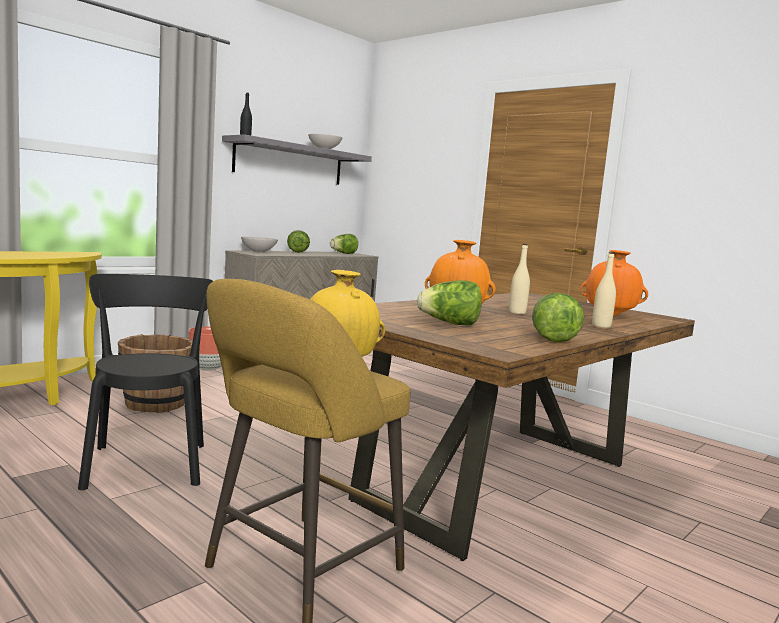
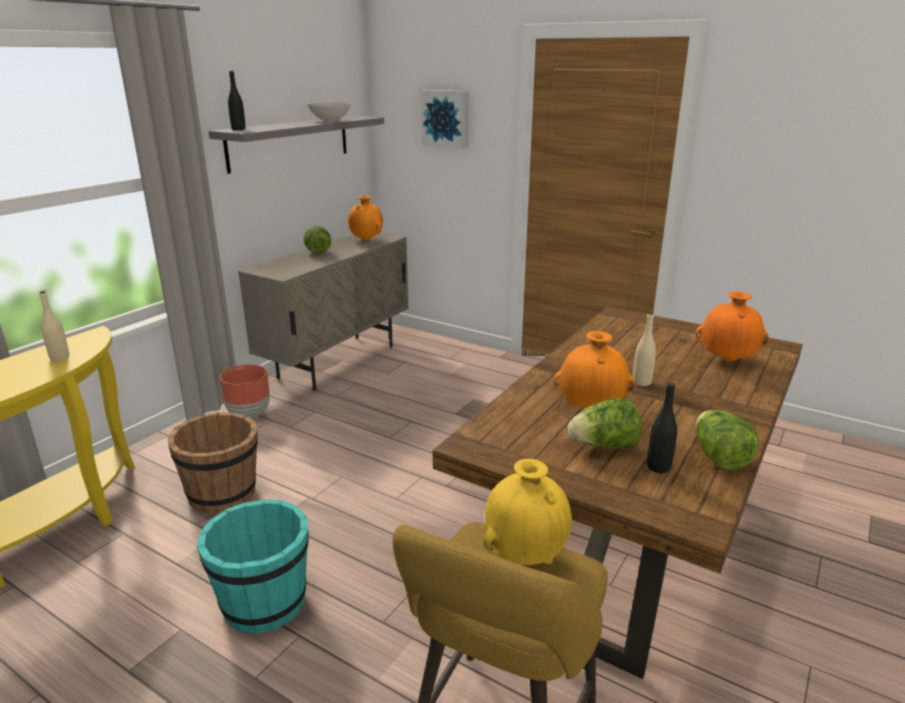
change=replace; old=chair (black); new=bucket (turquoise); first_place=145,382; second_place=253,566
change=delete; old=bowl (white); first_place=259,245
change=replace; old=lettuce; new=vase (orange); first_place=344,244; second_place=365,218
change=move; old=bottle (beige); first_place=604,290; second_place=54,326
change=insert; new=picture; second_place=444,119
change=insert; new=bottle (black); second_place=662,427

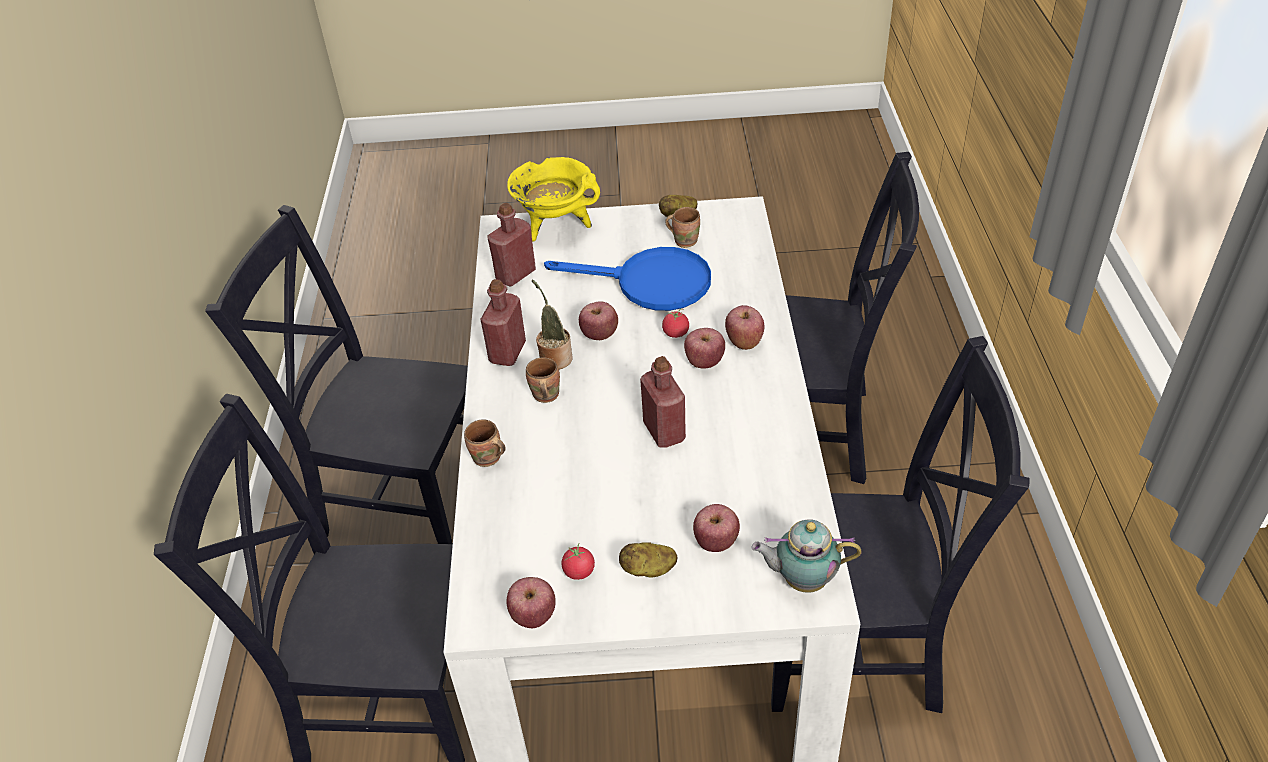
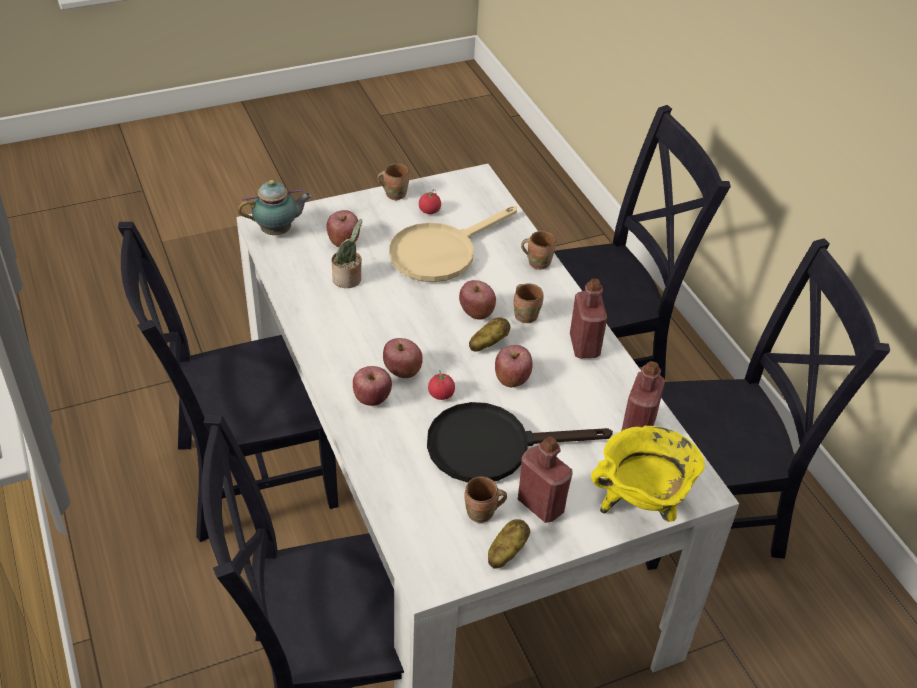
change=move; old=apple; first_place=530,602; second_place=477,300
change=move; old=potted plant; first_place=552,325; second_place=347,253
change=recolor; old=frying pan (blue); new=frying pan (black); first_place=627,279; second_place=520,442
change=move; old=potato; first_place=648,560; second_place=489,334
change=move; old=bottle (red); first_place=663,402; second_place=545,480
change=insert; new=mug (brown); second_place=393,181
change=insert; new=frying pan (beige); second_place=453,244

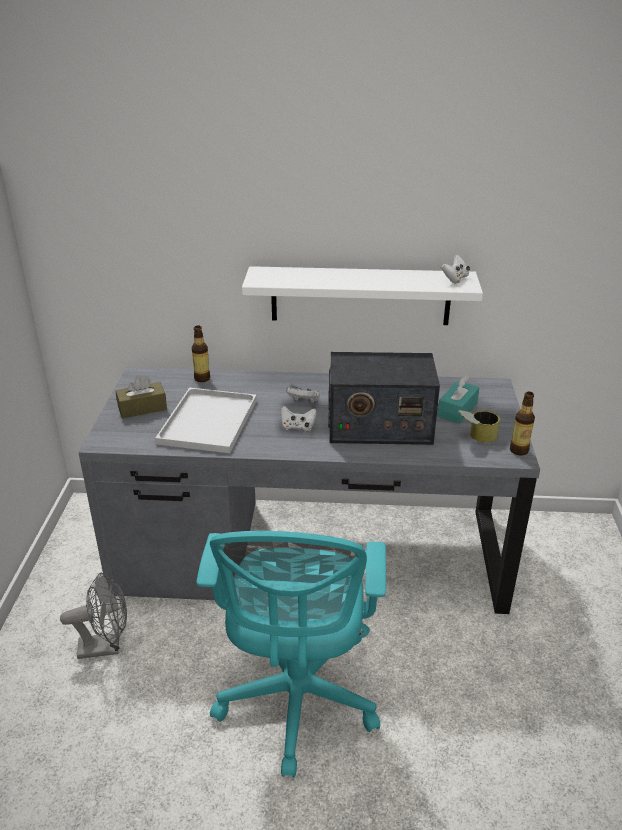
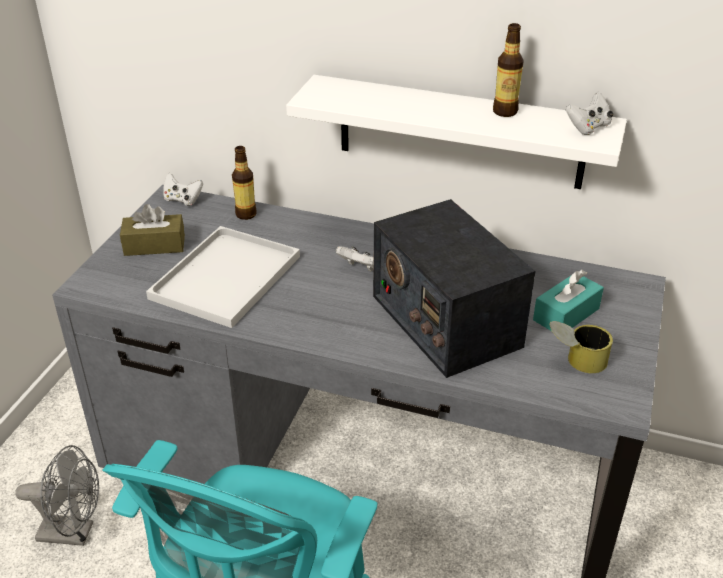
change=move; old=game controller (white); first_place=298,419; second_place=183,189
change=rotate; old=radio; first_place=384,398; second_place=454,288; degrees=45
change=move; old=bottle; first_place=522,424; second_place=508,70

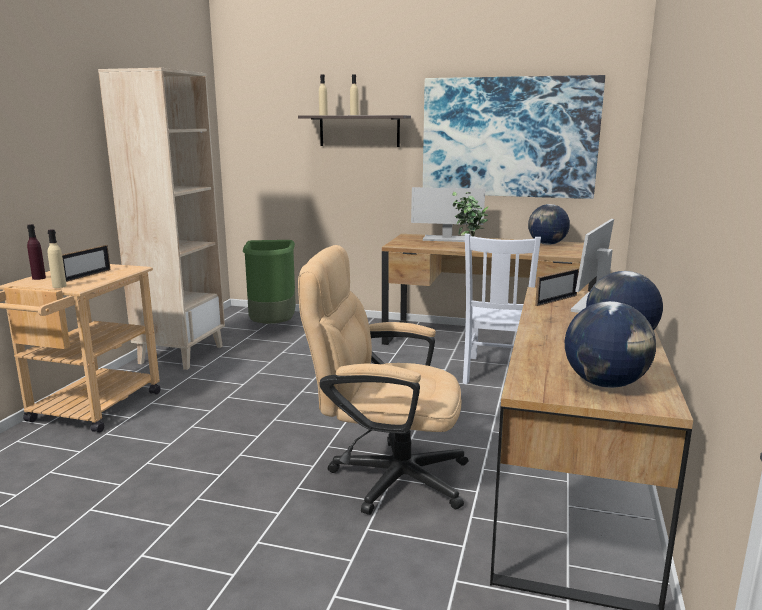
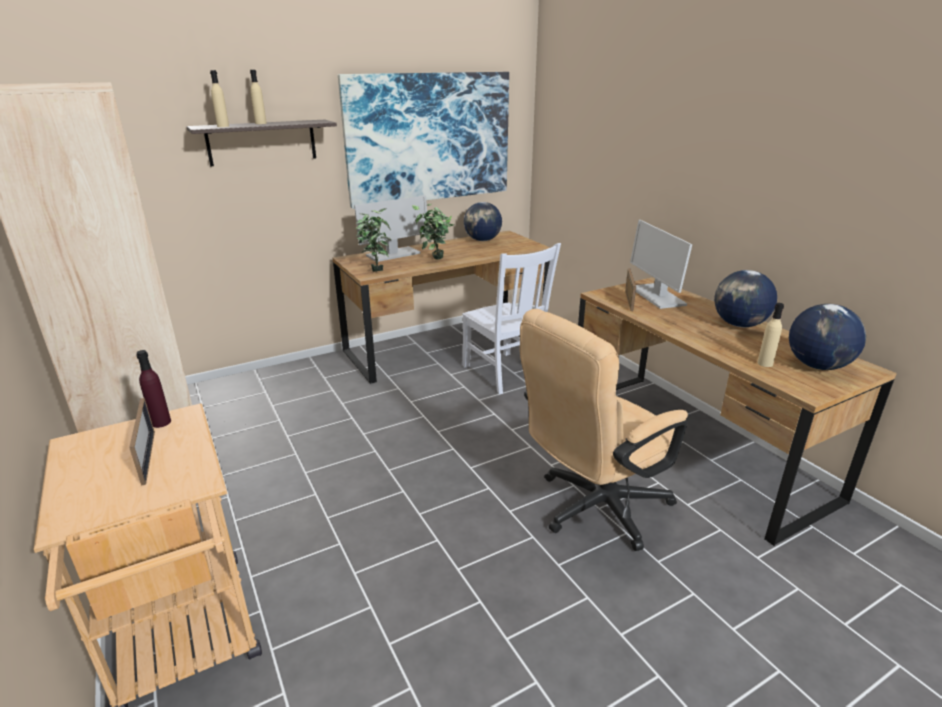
change=move; old=bottle (purple); first_place=36,252; second_place=153,389
change=move; old=bottle (beige); first_place=57,258; second_place=770,335
change=delete; old=trash can (green); first_place=269,282
change=insert; new=potted plant; second_place=373,240

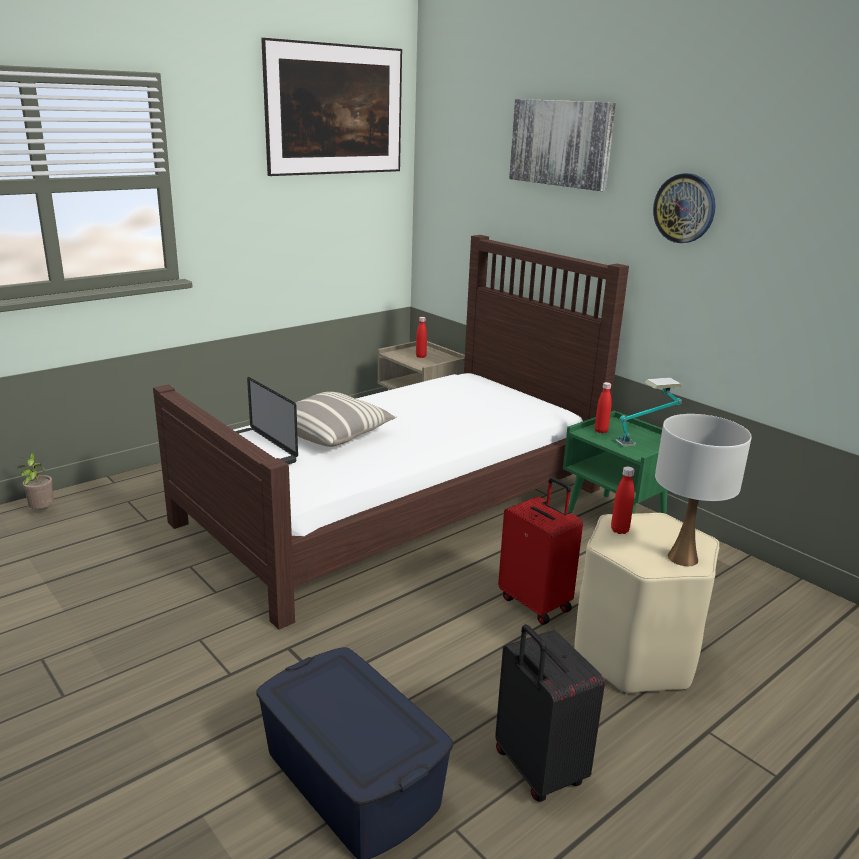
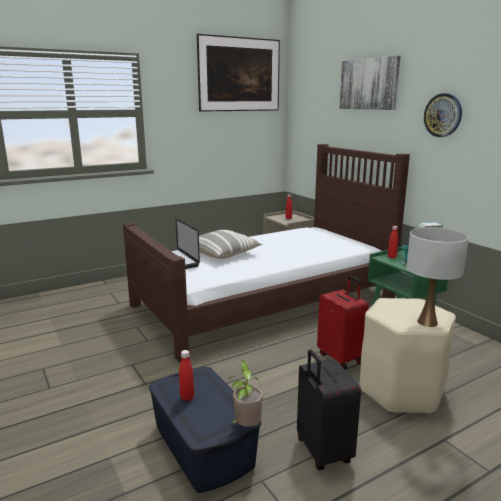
change=move; old=potted plant; first_place=35,480; second_place=245,393
change=move; old=bottle (red); first_place=623,500; second_place=186,375

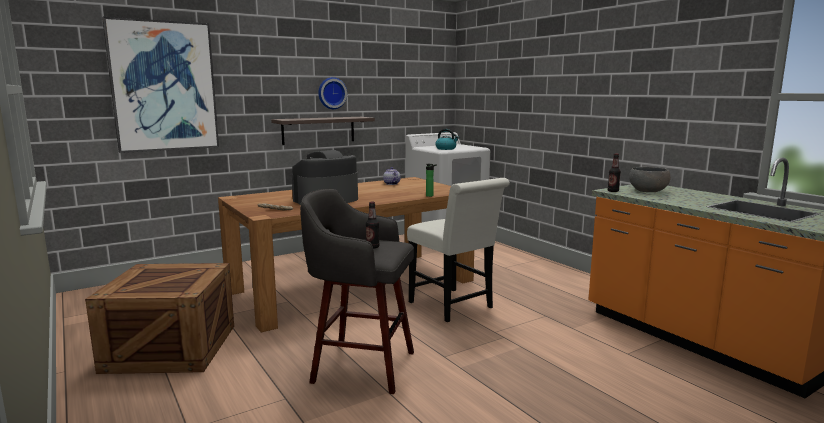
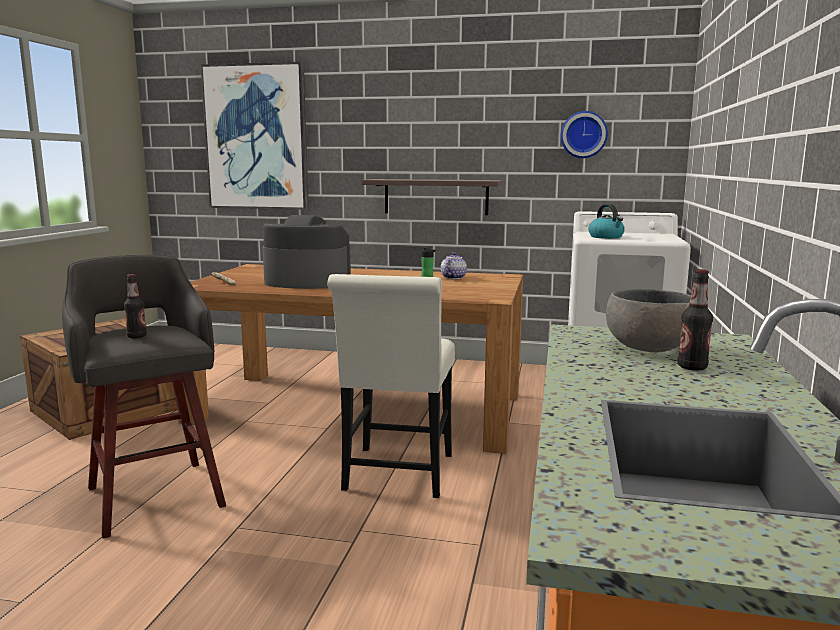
change=move; old=wall clock; first_place=332,93; second_place=584,134
change=move; old=bottle; first_place=614,172; second_place=695,320

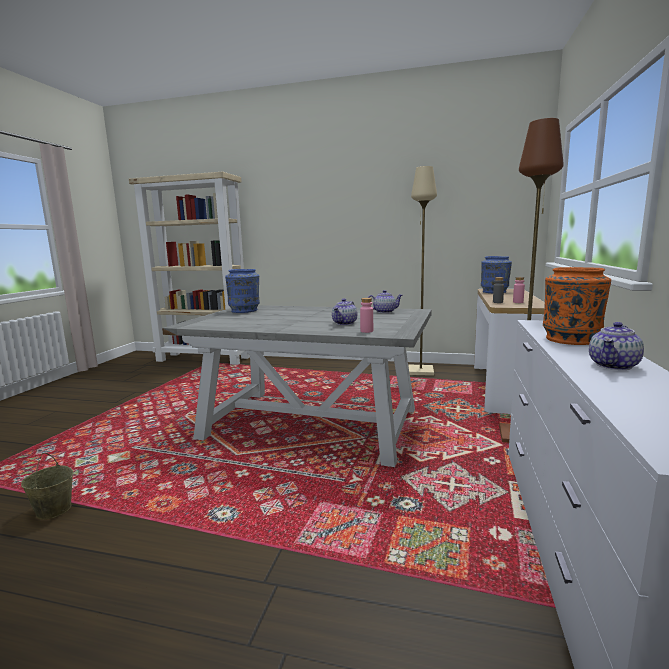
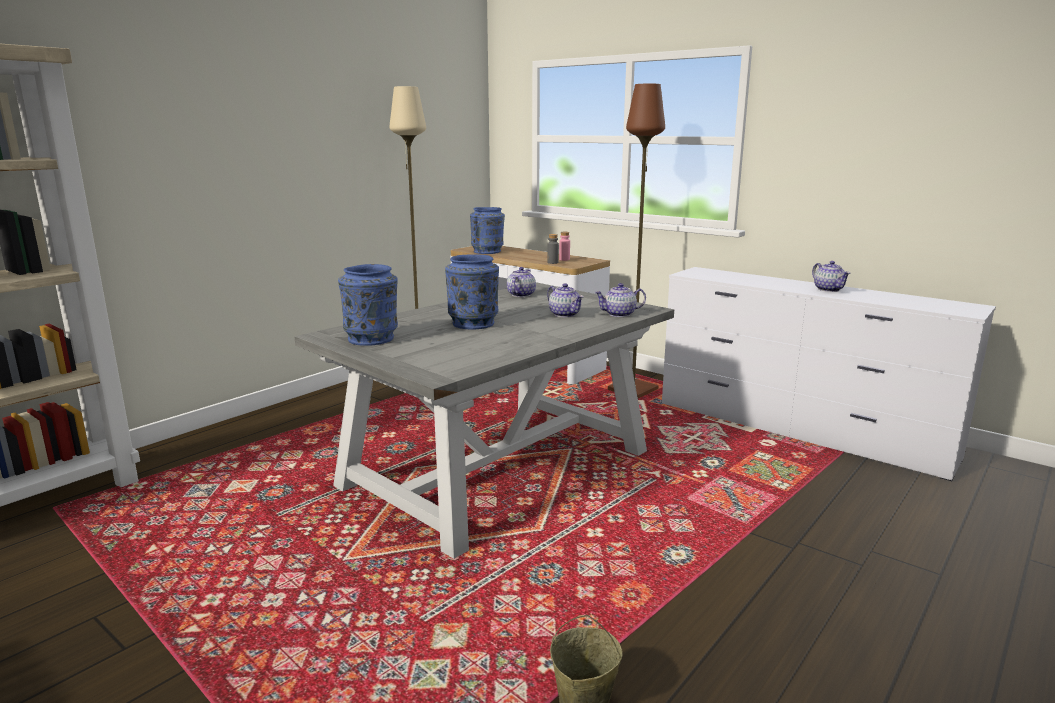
change=replace; old=bottle (pink); new=teapot; first_place=366,315; second_place=620,300
change=delete; old=vase (orange); first_place=577,306
change=insert; new=vase (blue); second_place=472,292

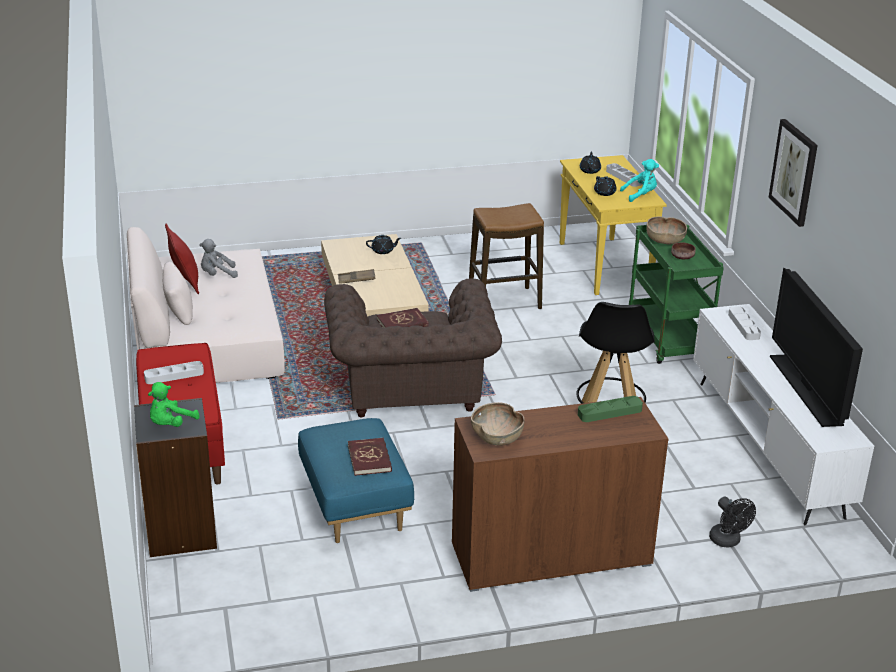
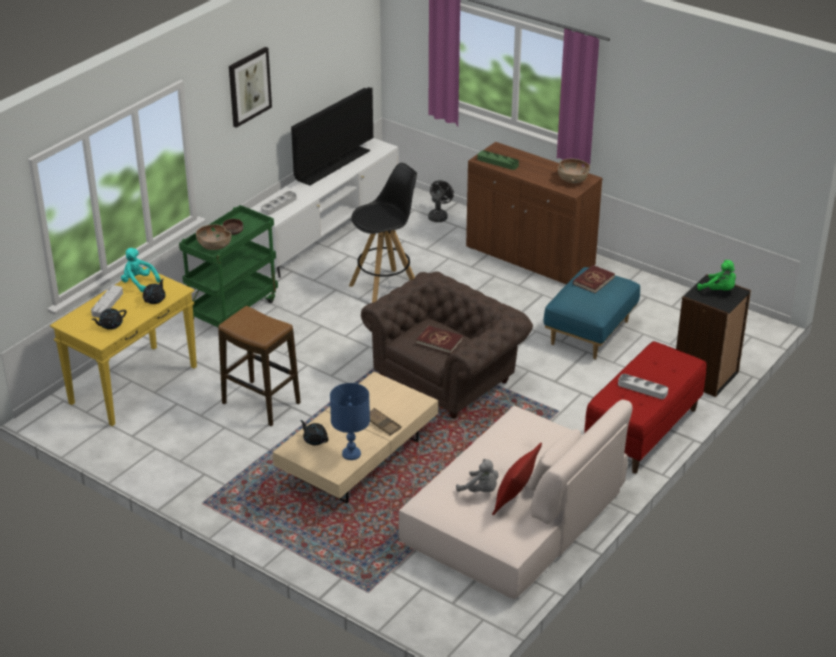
change=rotate; old=plush toy (green); first_place=174,404; second_place=716,275; degrees=45
change=insert; new=table lamp (blue); second_place=350,421

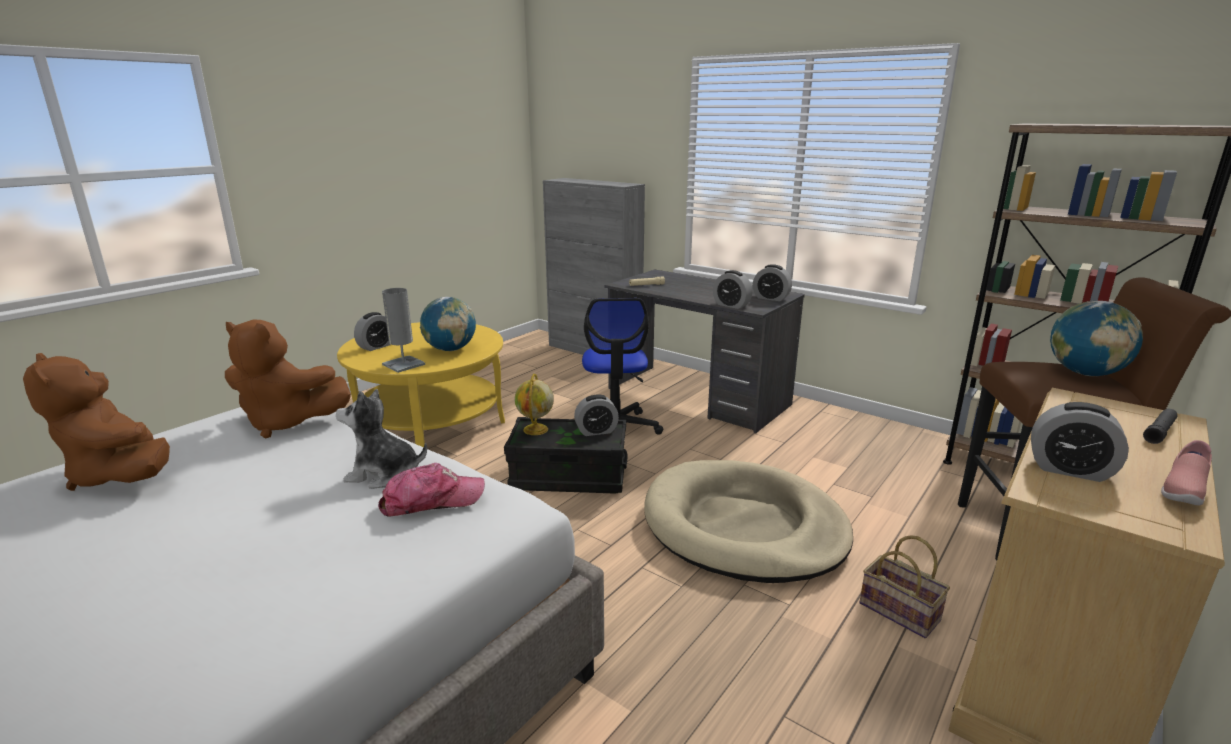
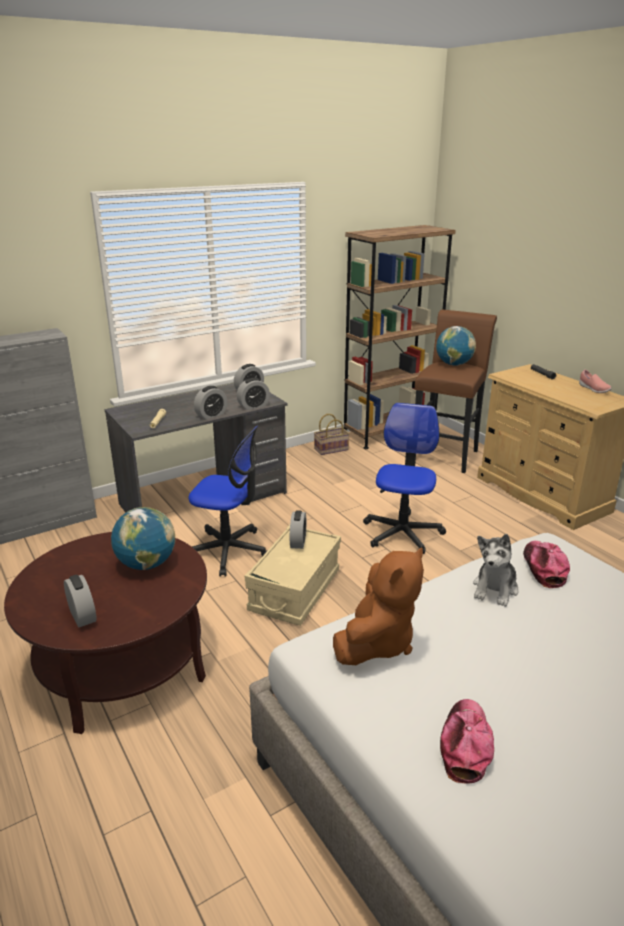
change=replace; old=plush toy (brown); new=cap; first_place=96,422; second_place=467,741
change=recolor; old=coffee table (yellow); new=coffee table (brown); first_place=421,384; second_place=105,633
change=delete; old=table lamp (grey); first_place=403,330
change=recolor; old=storage box (black); new=storage box (beige); first_place=565,455; second_place=293,575
change=delete; old=globe; first_place=534,404
change=replace; old=dog bed (beige); new=office chair; first_place=748,521; second_place=404,478
change=move; old=basket; first_place=904,586; second_place=331,434
change=move; old=alarm clock; first_place=1080,442; second_place=210,403

